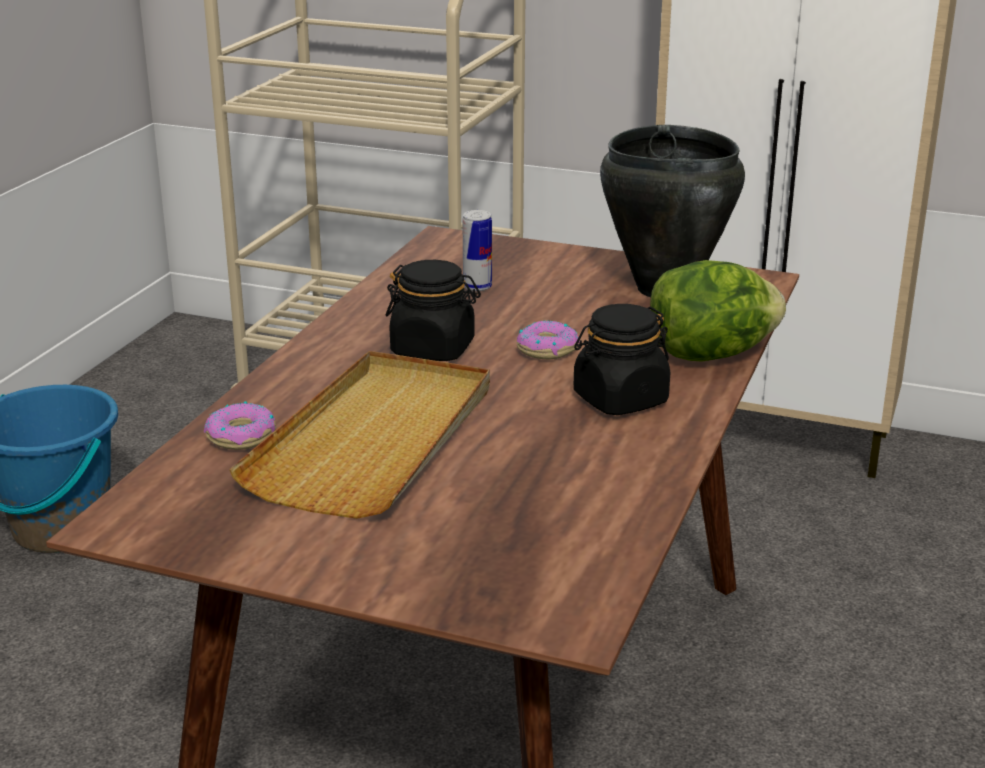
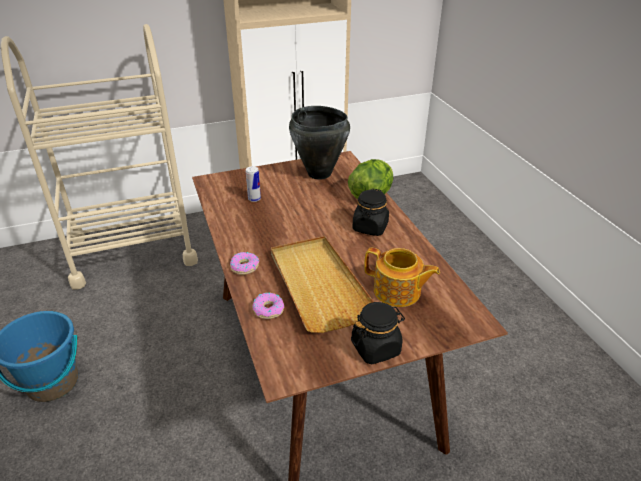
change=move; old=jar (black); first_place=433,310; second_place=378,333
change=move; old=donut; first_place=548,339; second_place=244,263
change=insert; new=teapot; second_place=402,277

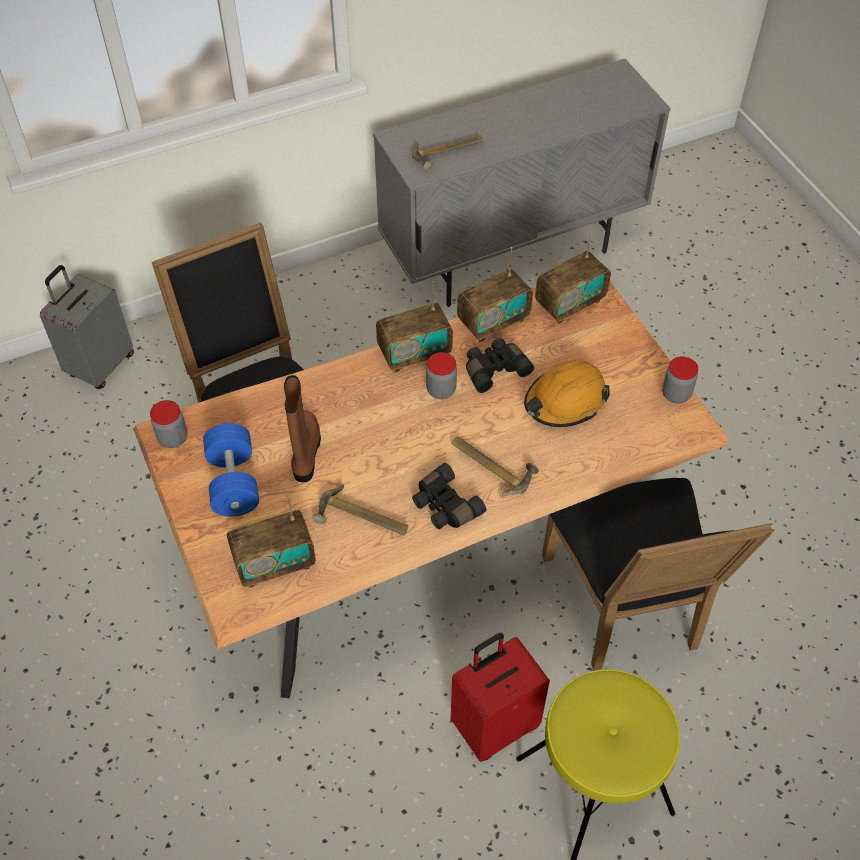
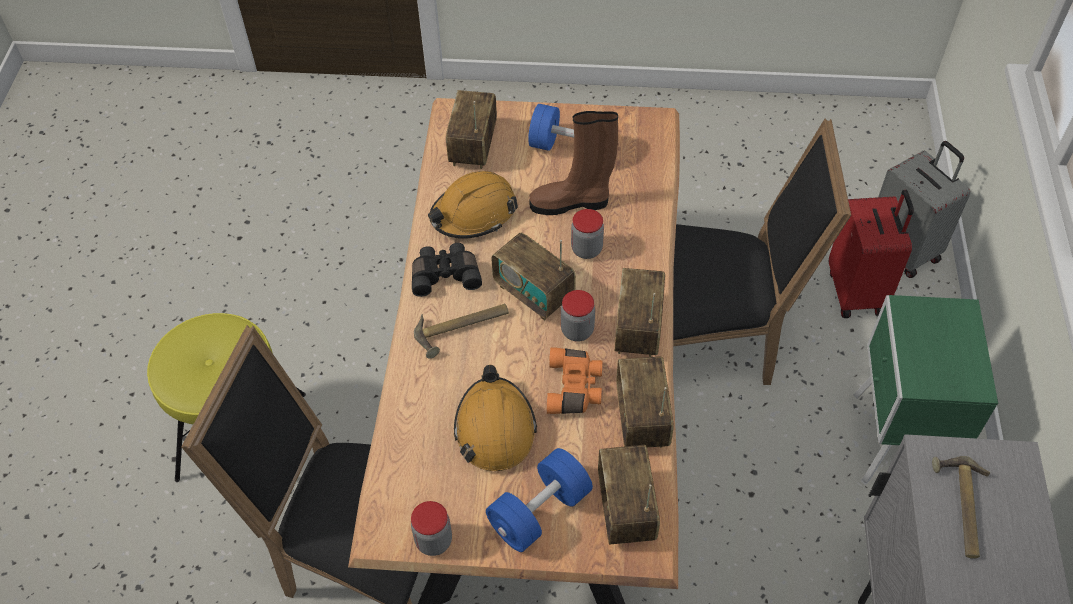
change=move; old=jar; first_place=168,424; second_place=587,234
change=rotate; old=boot (brown); first_place=302,428; second_place=573,163; degrees=150
change=replace; old=hammer; new=hard hat (orange); first_place=360,509; second_place=473,205
change=move; old=suitcase (red); first_place=500,697; second_place=871,254
change=recolor; old=binoculars (black); new=binoculars (orange); first_place=500,365; second_place=574,381
change=insert; new=dumbbell (blue); second_place=539,500
change=insert; new=radio; second_place=533,276
change=insert; new=nightstand (green); second_place=925,389

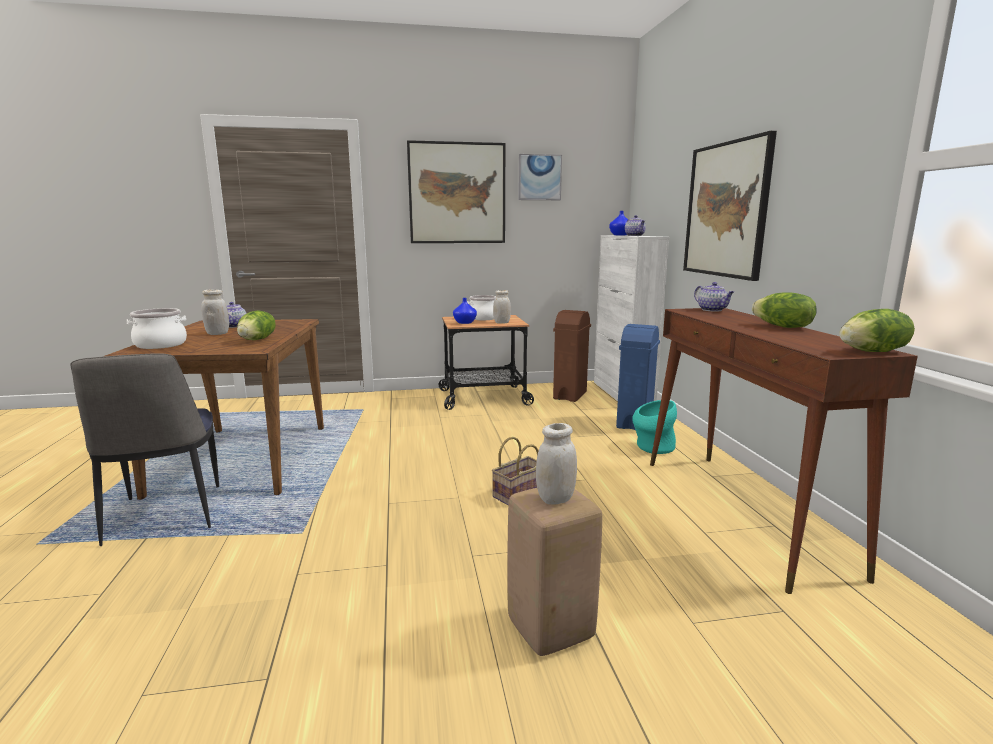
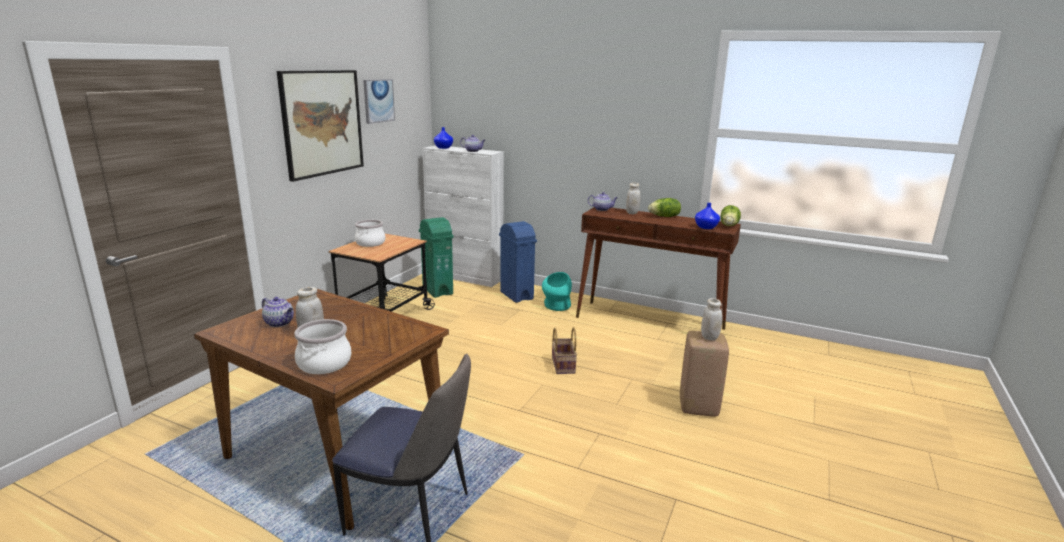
change=delete; old=lettuce; first_place=256,325
change=move; old=vase (blue); first_place=465,311; second_place=707,216
change=move; old=jar (white); first_place=502,307; second_place=633,198
change=recolor; old=trash can (brown); new=trash can (green); first_place=572,356; second_place=436,257
change=delete; old=picture; first_place=730,206

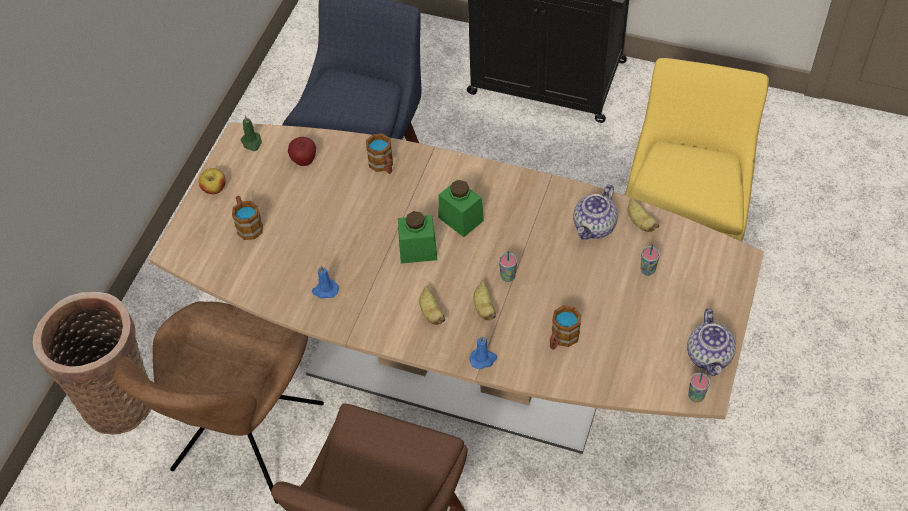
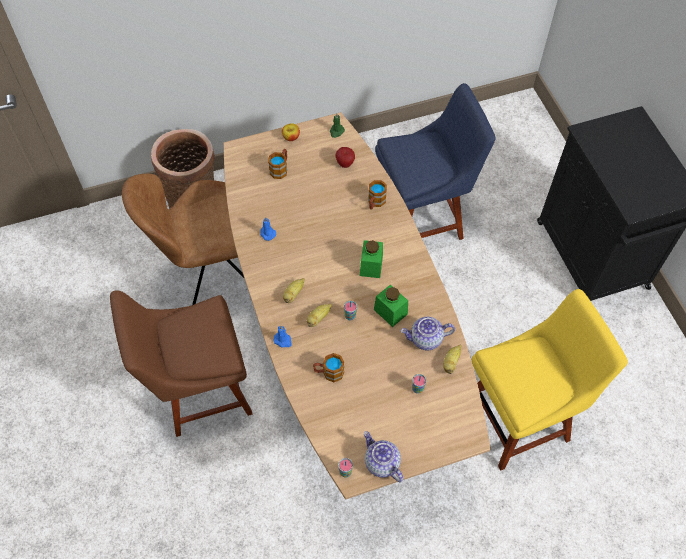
change=move; old=jar (green); first_place=417,237; second_place=391,305
change=rotate; old=teapot; first_place=711,342; second_place=383,456; degrees=90

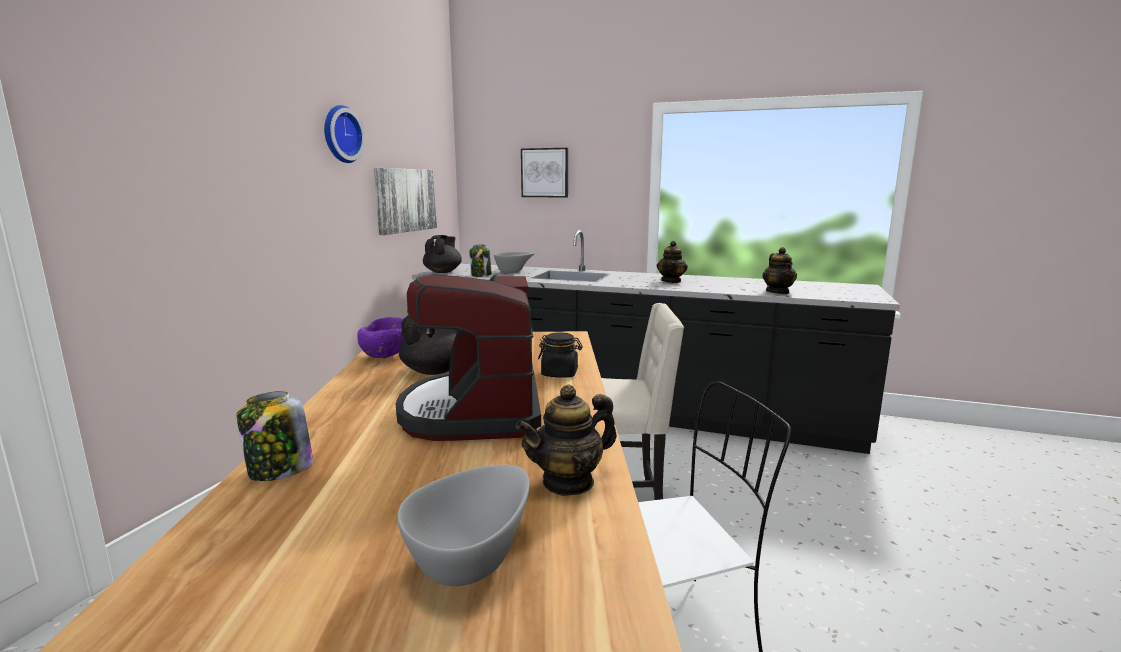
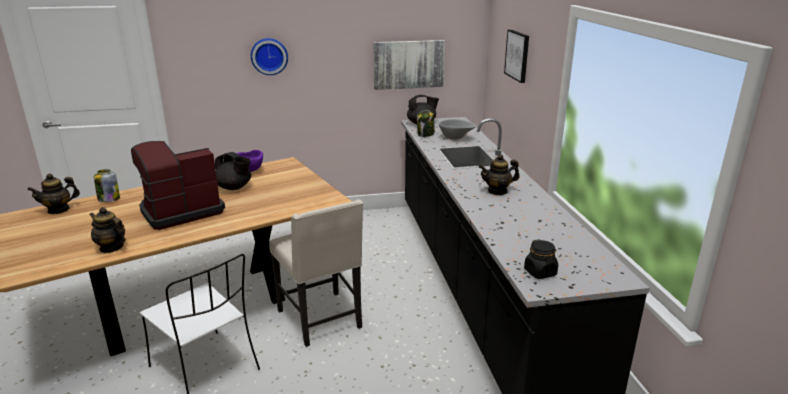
change=move; old=wall clock; first_place=344,134; second_place=269,56
change=delete; old=bowl (grey); first_place=463,525
change=move; old=jar (black); first_place=560,355; second_place=541,259
change=move; old=teapot; first_place=779,270; second_place=53,194

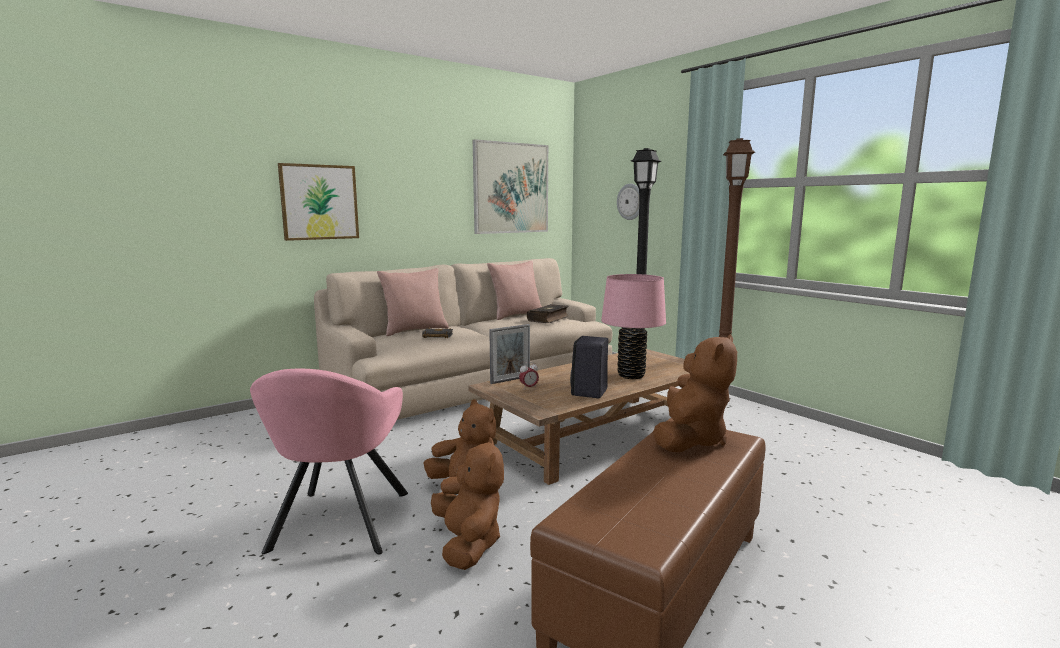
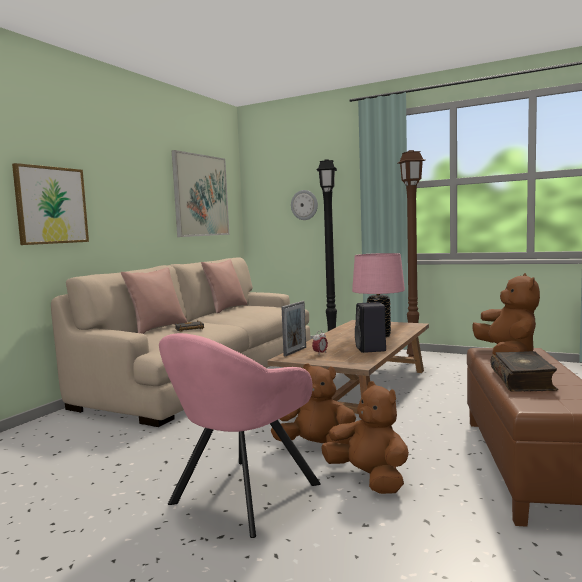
change=rotate; old=armchair (pink); first_place=329,461; second_place=240,435; degrees=60
change=move; old=book; first_place=548,313; second_place=524,371

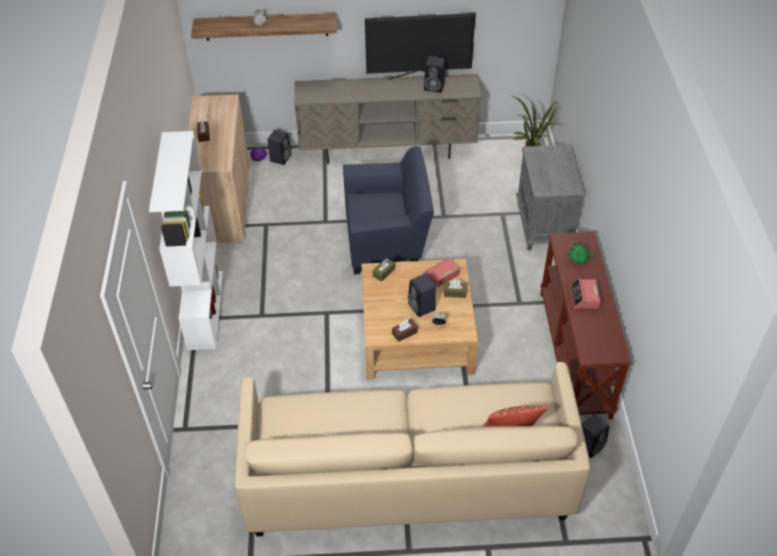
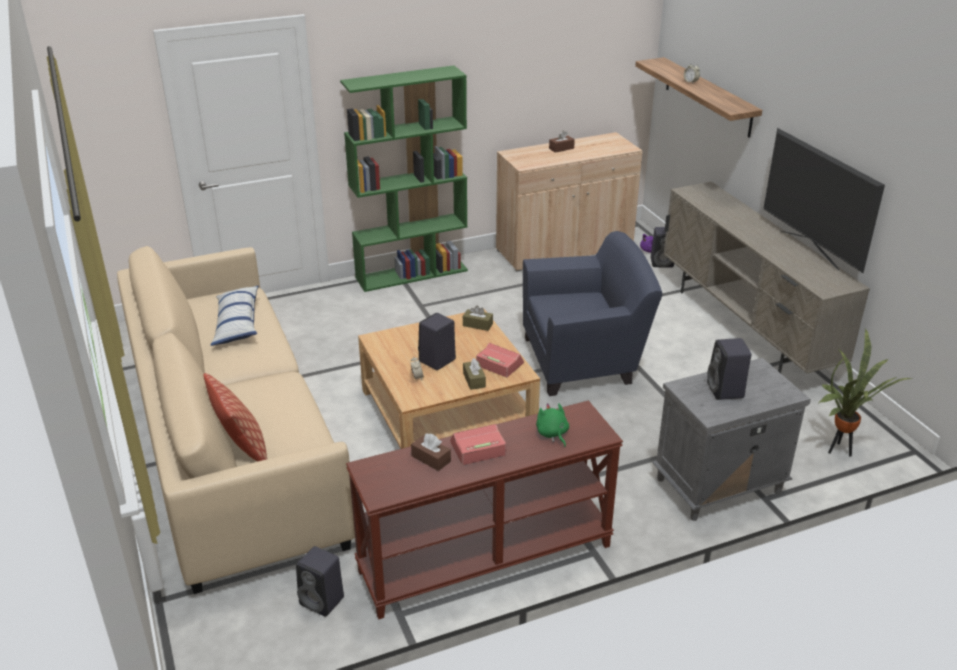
change=recolor; old=bookcase (white); new=bookcase (green); first_place=186,240; second_place=404,178
change=rotate; old=armchair (blue); first_place=388,210; second_place=592,313; degrees=-75
change=move; old=tissue box (brown); first_place=405,330; second_place=431,452
change=move; old=speaker (black); first_place=434,74; second_place=729,369
change=insert; new=pillow; second_place=235,316

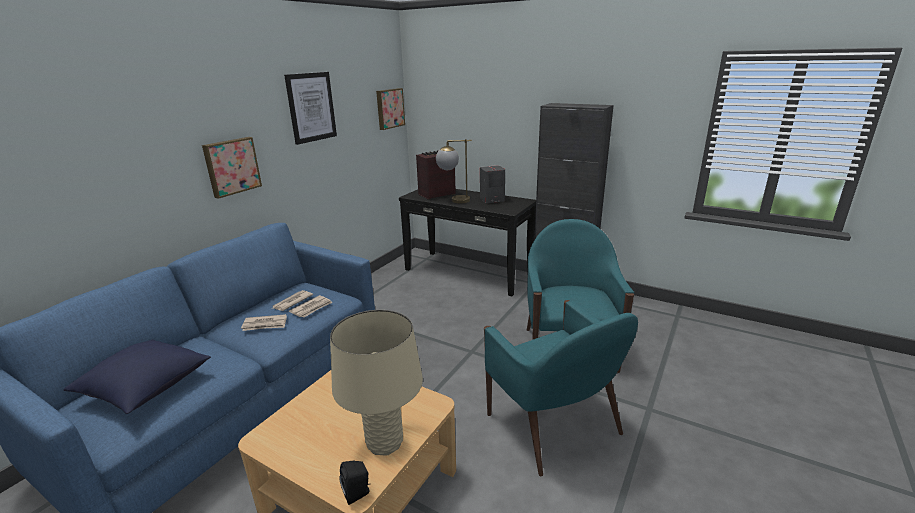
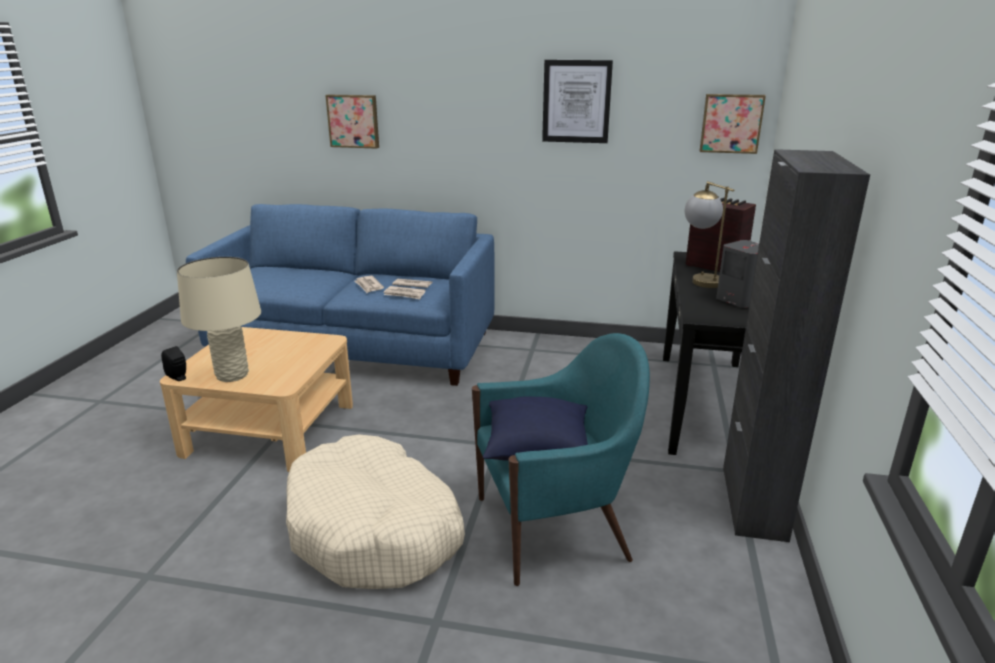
change=move; old=pillow (blue); first_place=137,376; second_place=535,428
change=move; old=picture; first_place=232,168; second_place=352,122
change=replace; old=armchair (turquoise); new=dog bed (beige); first_place=561,388; second_place=375,511

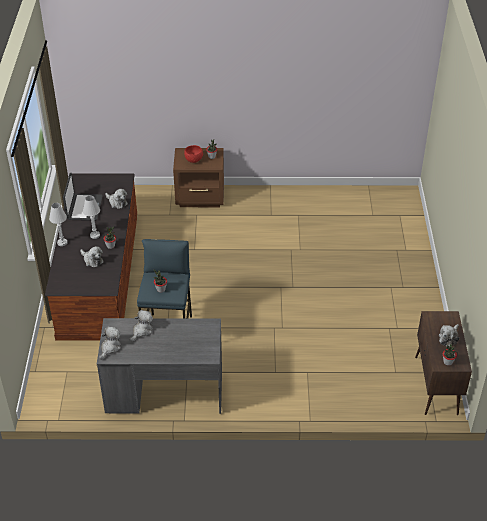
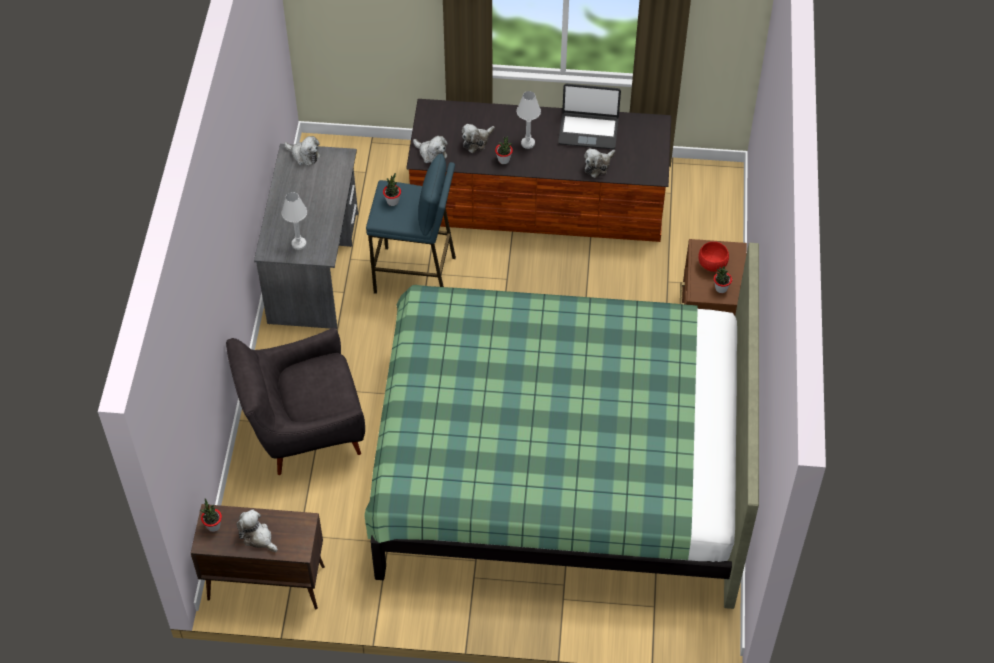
change=move; old=table lamp (white); first_place=58,224; second_place=294,221
change=move; old=plush toy; first_place=141,325; second_place=430,149
change=insert; new=armchair (grey); second_place=295,401
change=insert; new=bed (green); second_place=561,426

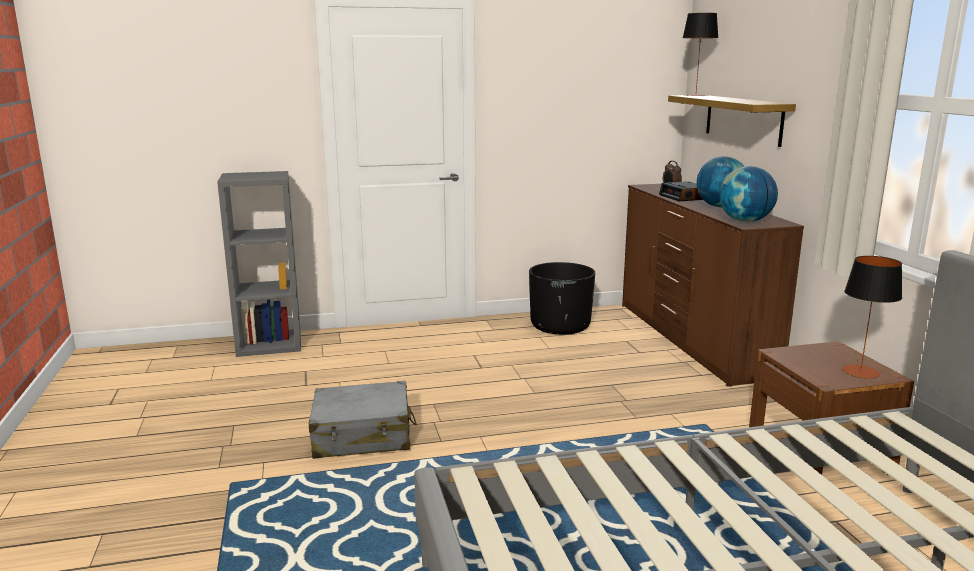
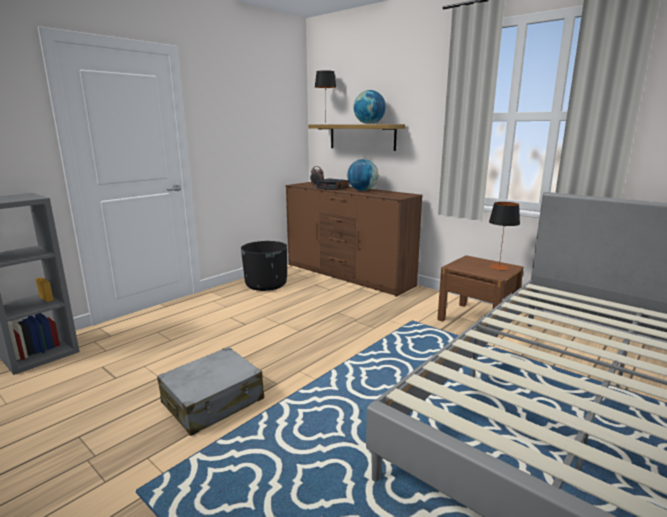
change=move; old=globe; first_place=748,194; second_place=370,107

